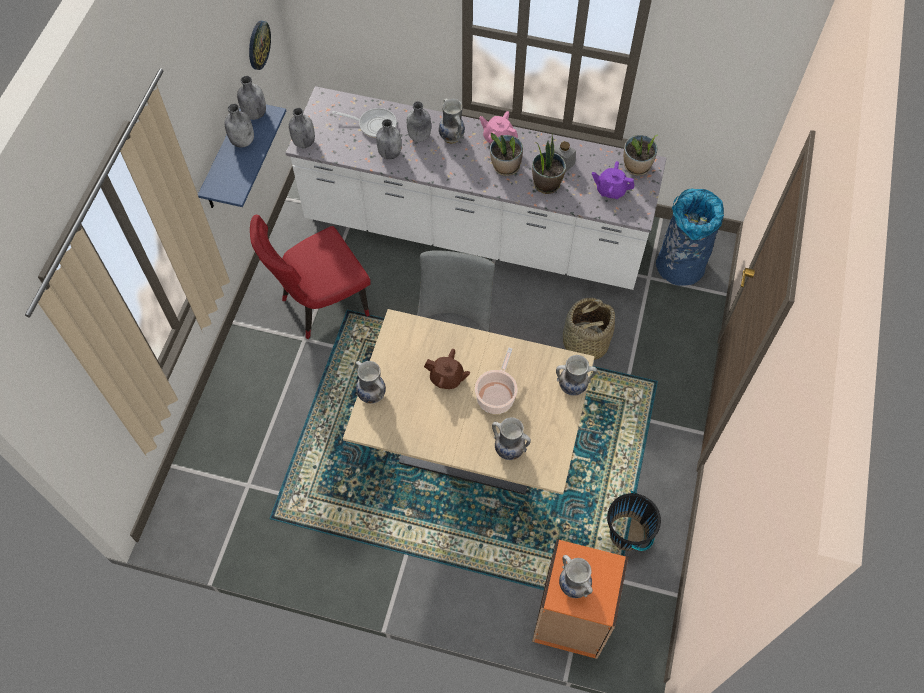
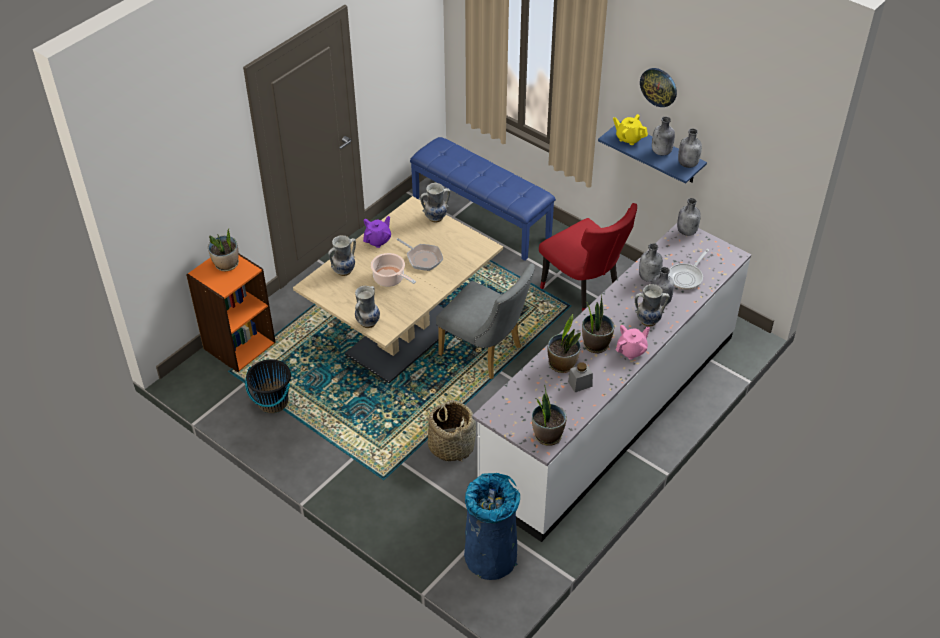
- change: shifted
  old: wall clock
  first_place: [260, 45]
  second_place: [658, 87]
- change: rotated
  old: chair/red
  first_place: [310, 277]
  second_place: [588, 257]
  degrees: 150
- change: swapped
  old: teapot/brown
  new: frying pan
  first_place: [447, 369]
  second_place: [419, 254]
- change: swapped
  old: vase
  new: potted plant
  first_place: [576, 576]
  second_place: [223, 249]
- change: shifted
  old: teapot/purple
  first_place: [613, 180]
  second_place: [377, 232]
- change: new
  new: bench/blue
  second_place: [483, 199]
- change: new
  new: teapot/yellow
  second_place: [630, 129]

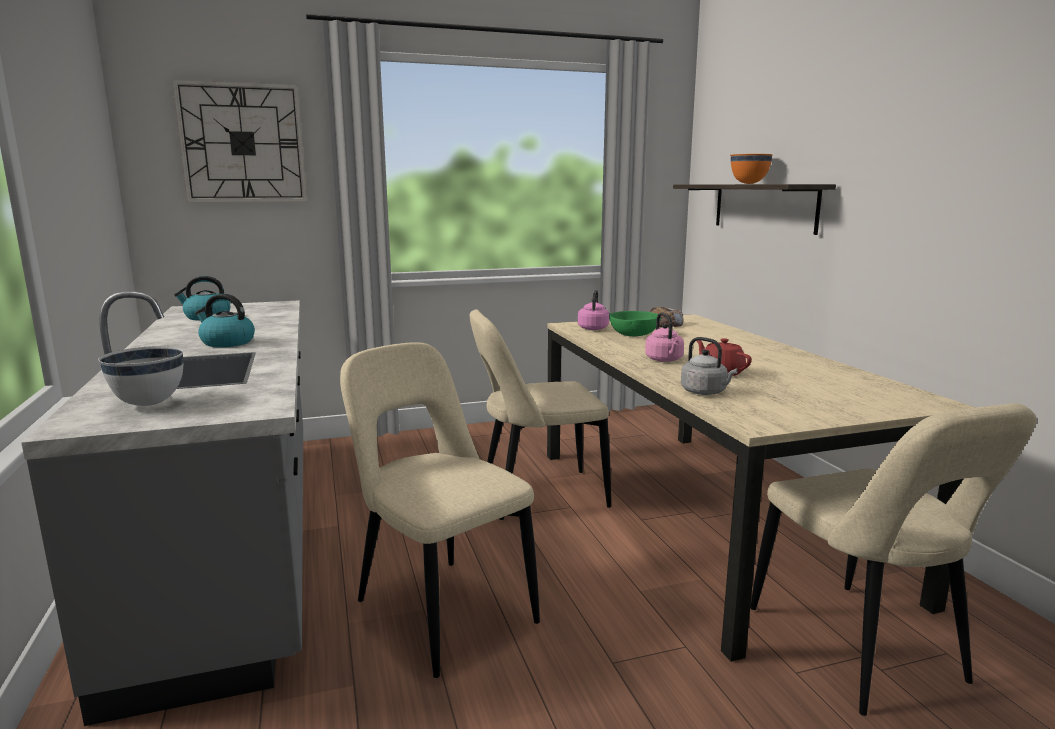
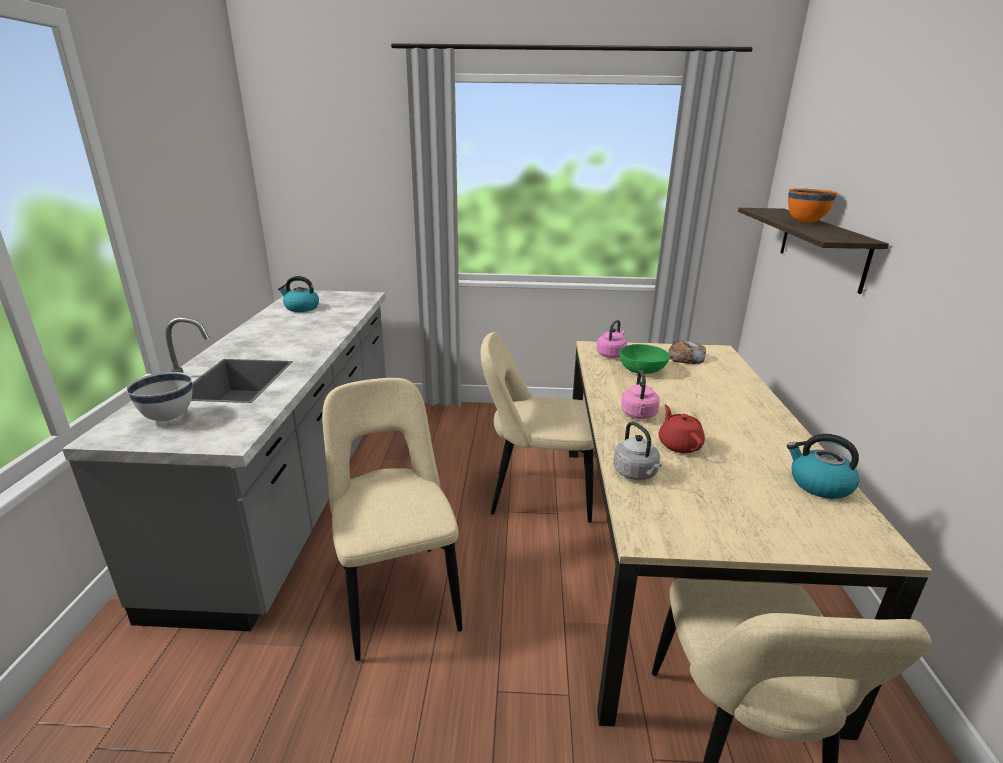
- change: gone
  old: wall clock
  first_place: [239, 141]
- change: shifted
  old: kettle
  first_place: [225, 320]
  second_place: [823, 466]

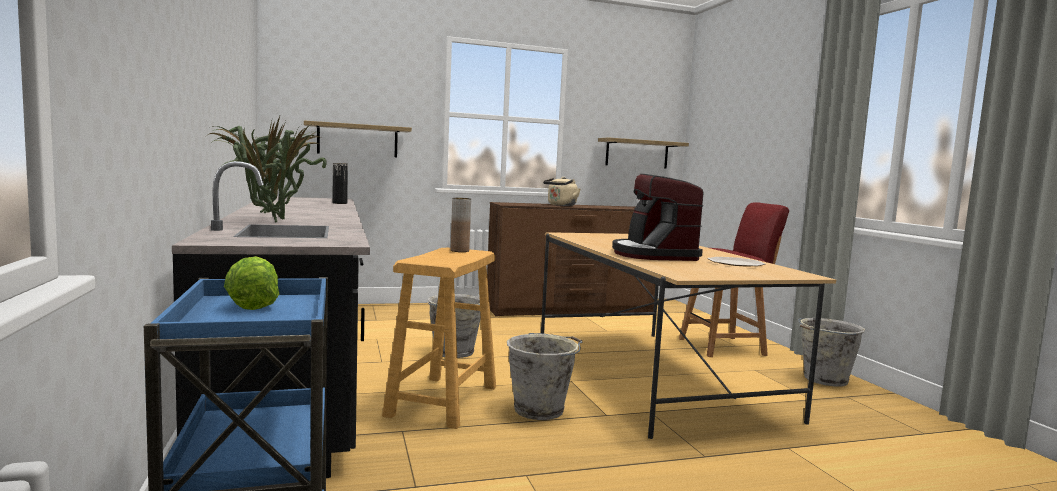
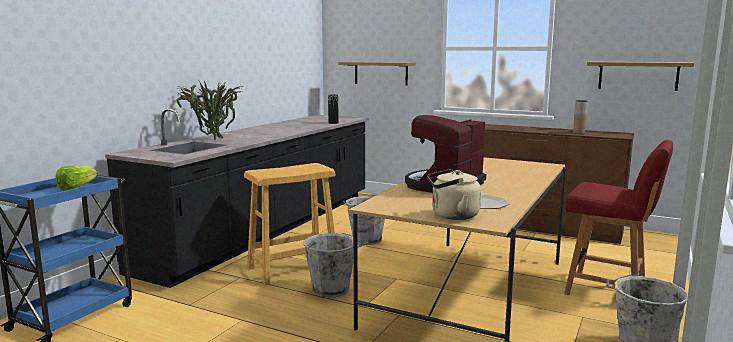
- change: shifted
  old: vase/brown
  first_place: [461, 225]
  second_place: [580, 117]
- change: shifted
  old: kettle/beige
  first_place: [562, 191]
  second_place: [454, 194]

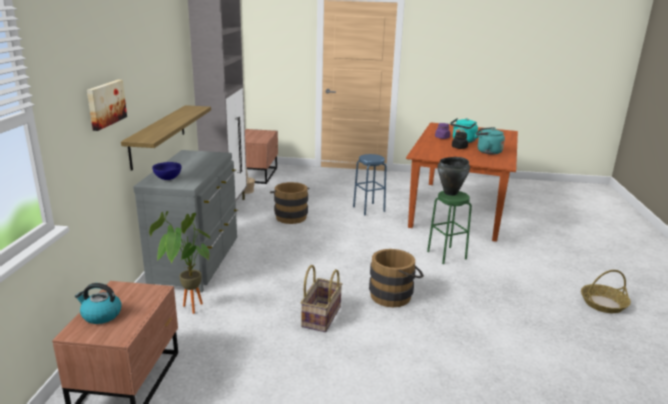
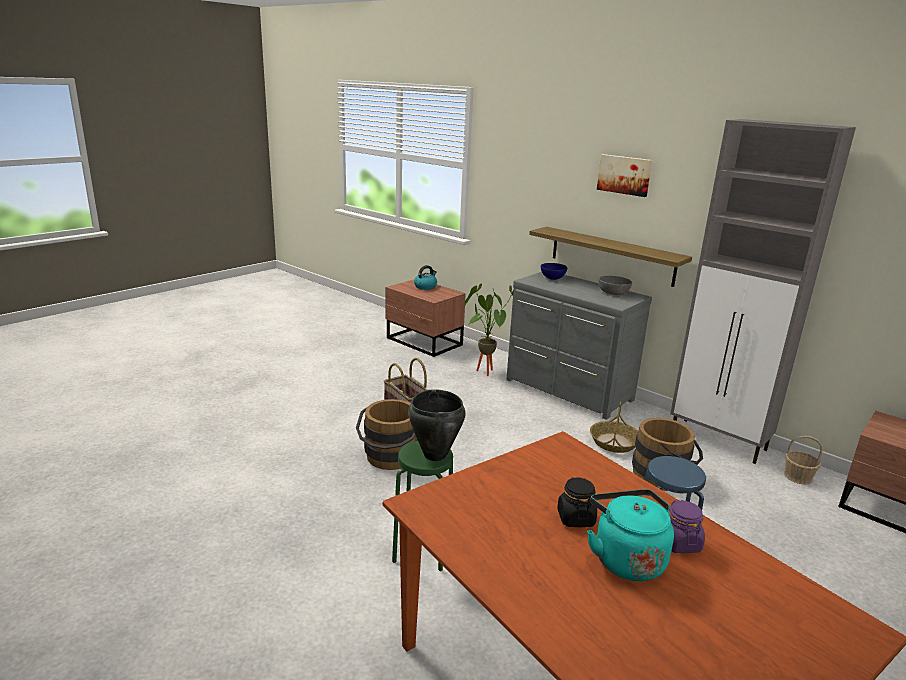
- change: shifted
  old: picture
  first_place: [107, 105]
  second_place: [624, 175]
- change: gone
  old: kettle/turquoise
  first_place: [490, 140]
- change: shifted
  old: basket
  first_place: [606, 291]
  second_place: [614, 427]
- change: new
  new: bowl/grey
  second_place: [615, 285]

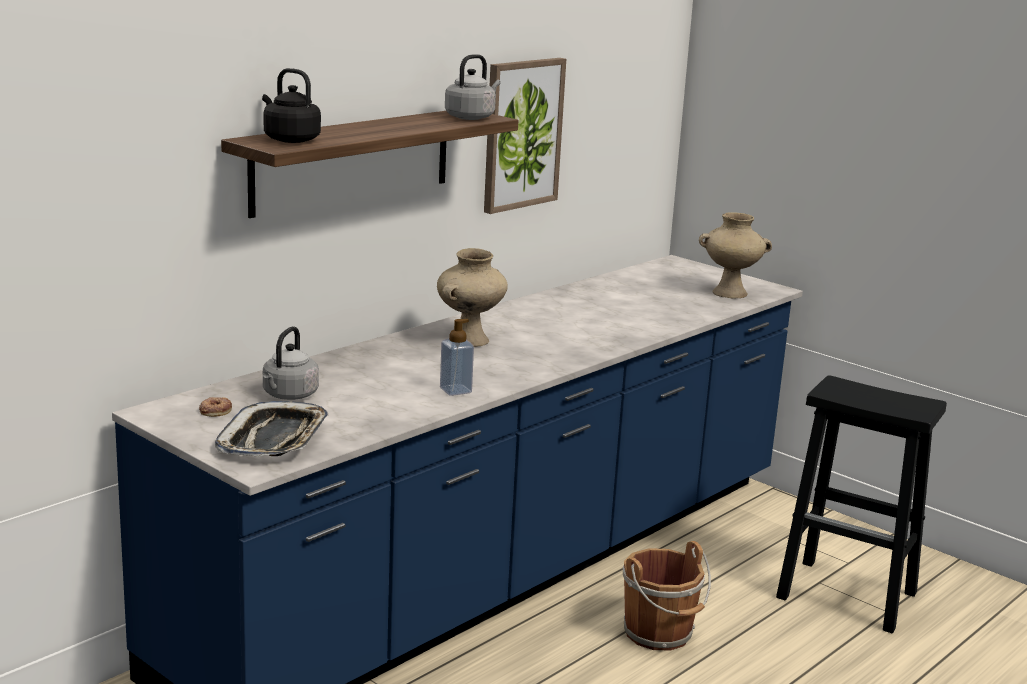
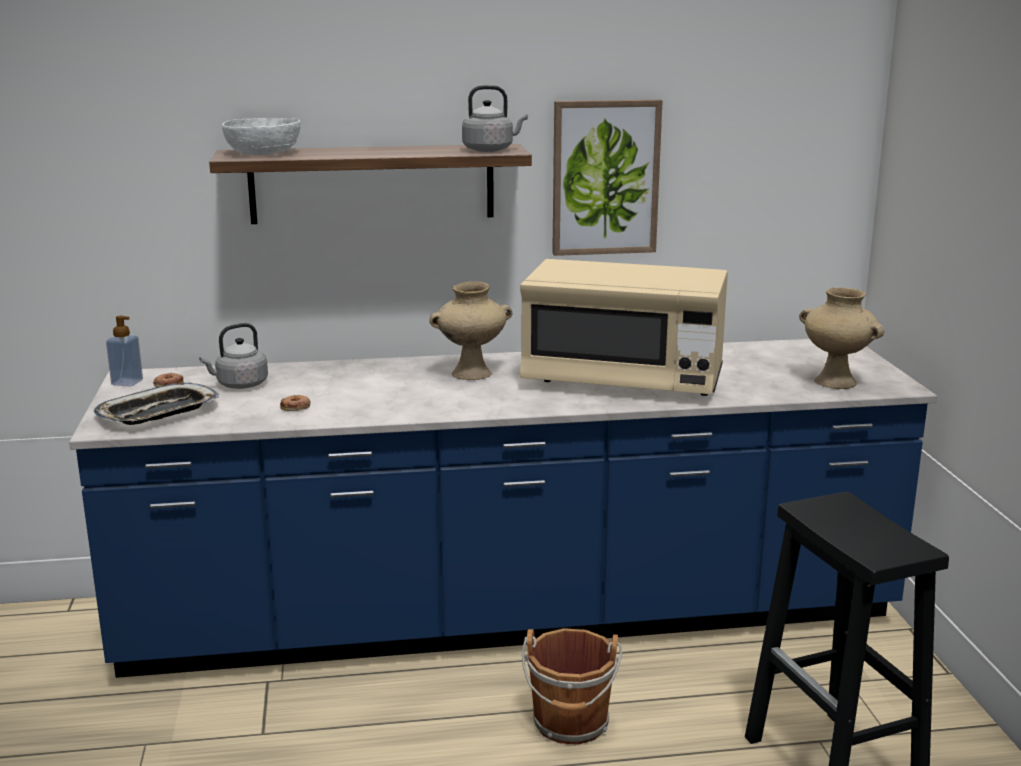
- change: swapped
  old: kettle/black
  new: bowl/white
  first_place: [291, 105]
  second_place: [261, 136]
- change: shifted
  old: soap dispenser
  first_place: [457, 357]
  second_place: [124, 351]
- change: new
  new: donut
  second_place: [295, 403]
- change: new
  new: microwave/beige
  second_place: [624, 327]

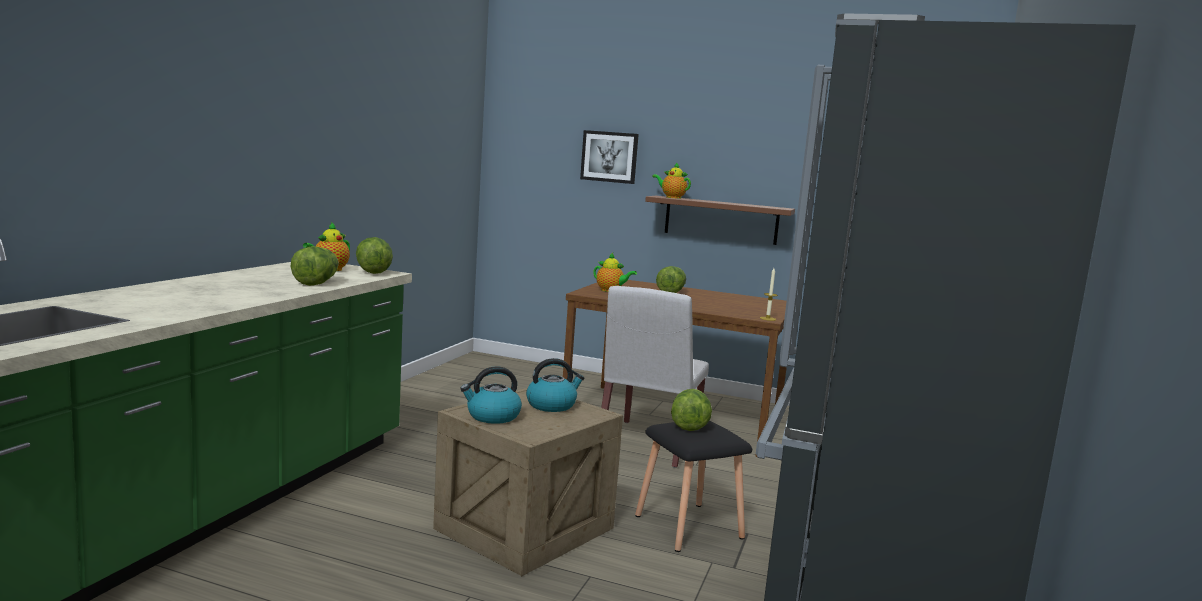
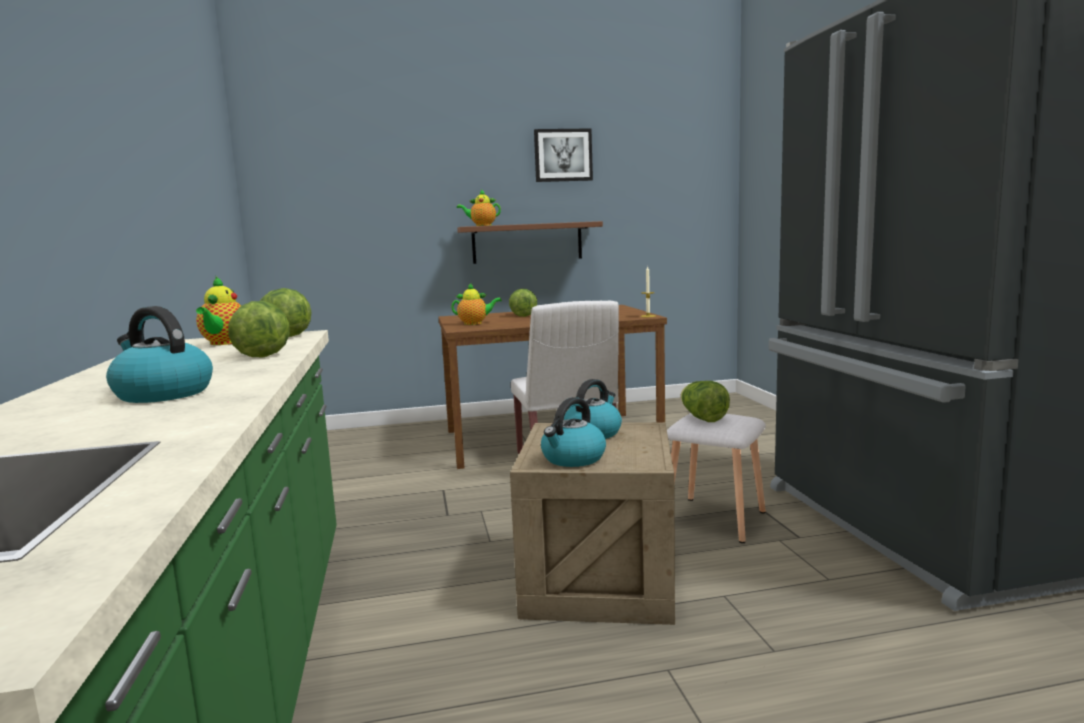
- change: shifted
  old: picture
  first_place: [609, 157]
  second_place: [563, 155]
- change: repainted
  old: stool/black
  new: stool/white
  first_place: [693, 486]
  second_place: [716, 478]
- change: new
  new: kettle
  second_place: [159, 354]

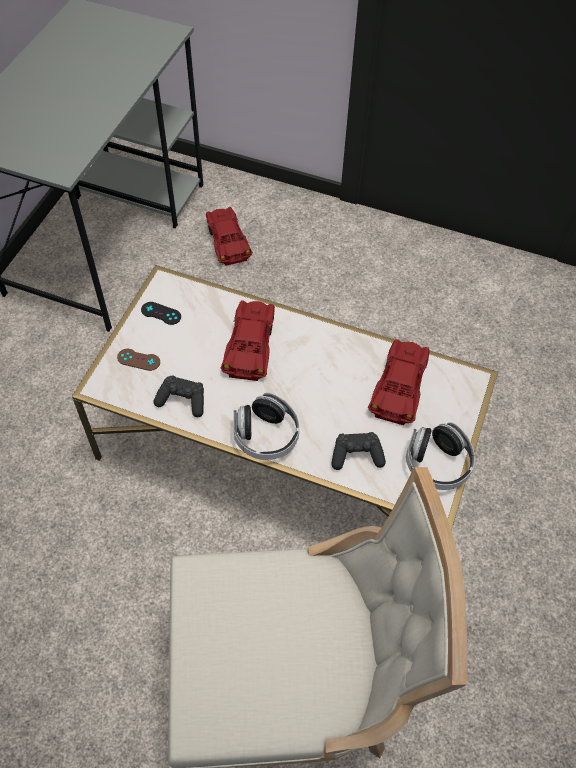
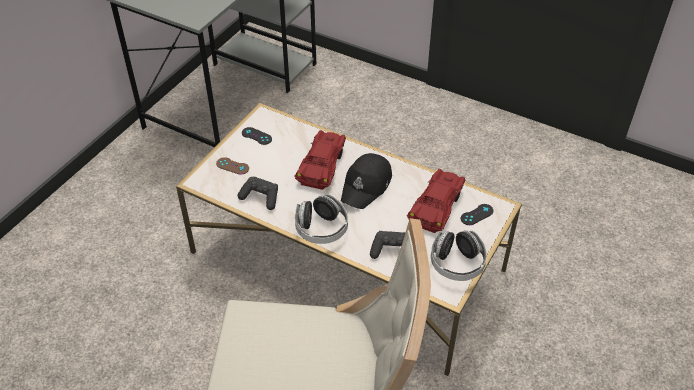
- change: gone
  old: toy car/red
  first_place: [229, 236]
- change: new
  new: cap/black
  second_place: [366, 181]
- change: new
  new: game controller/black
  second_place: [477, 214]

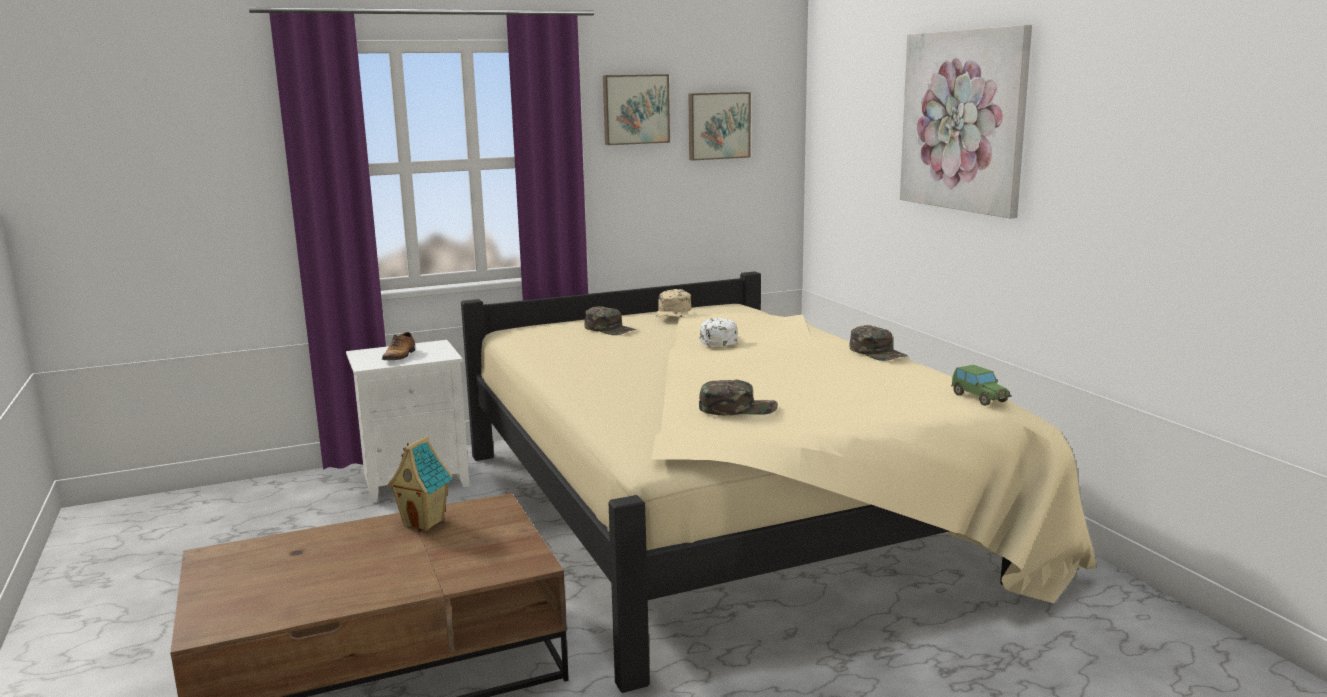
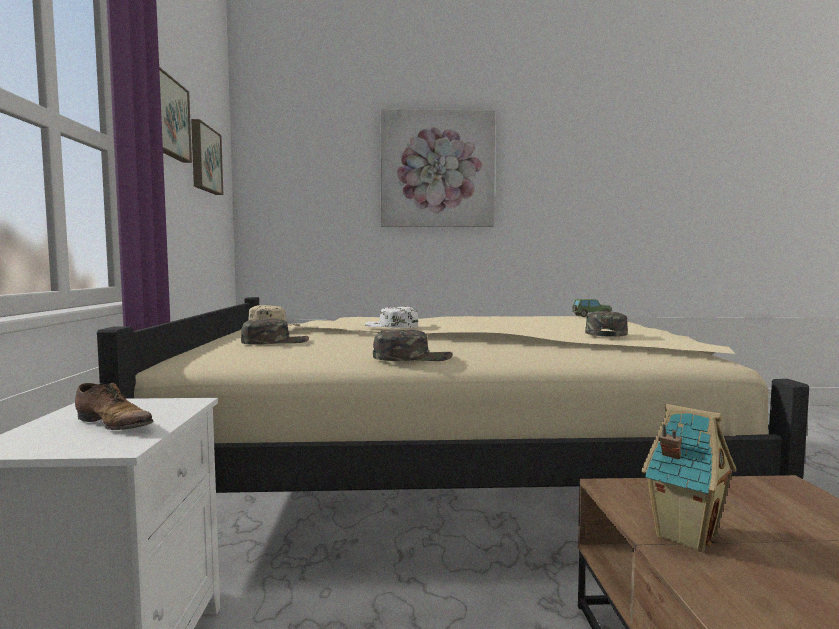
- change: shifted
  old: cap/green
  first_place: [878, 343]
  second_place: [413, 345]

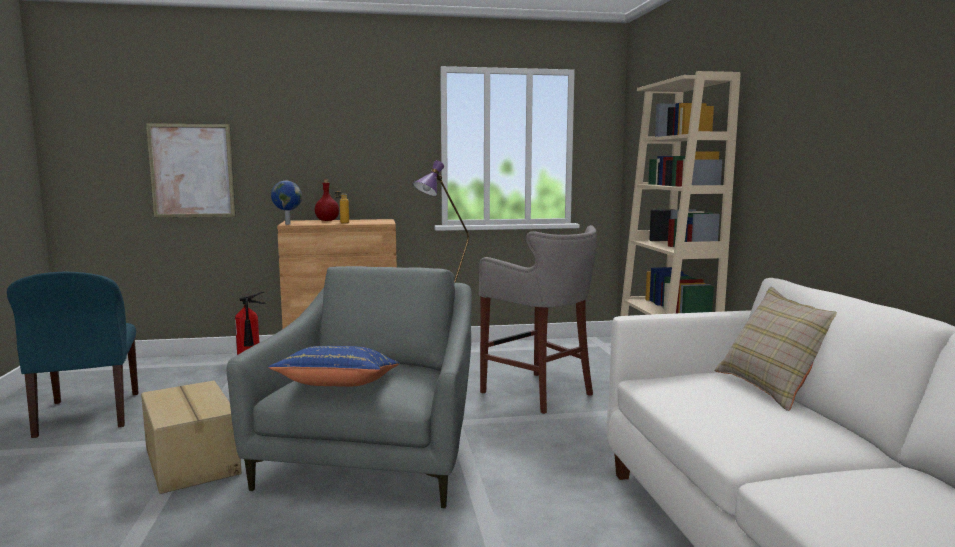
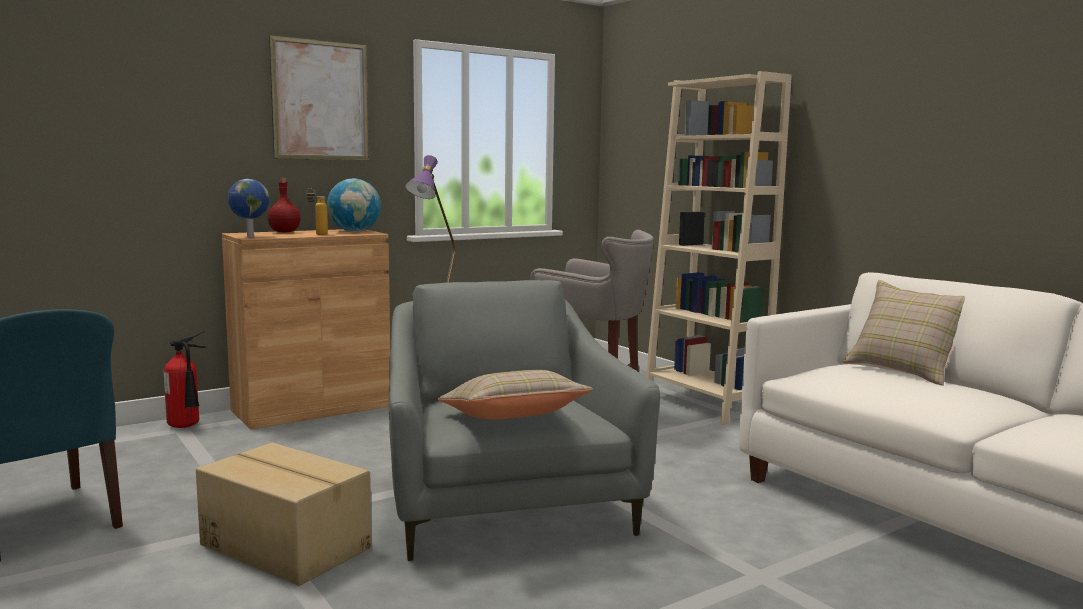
- change: shifted
  old: picture
  first_place: [191, 170]
  second_place: [319, 97]
- change: repainted
  old: pillow/blue
  new: pillow/beige
  first_place: [333, 366]
  second_place: [515, 394]
- change: new
  new: globe
  second_place: [354, 205]

